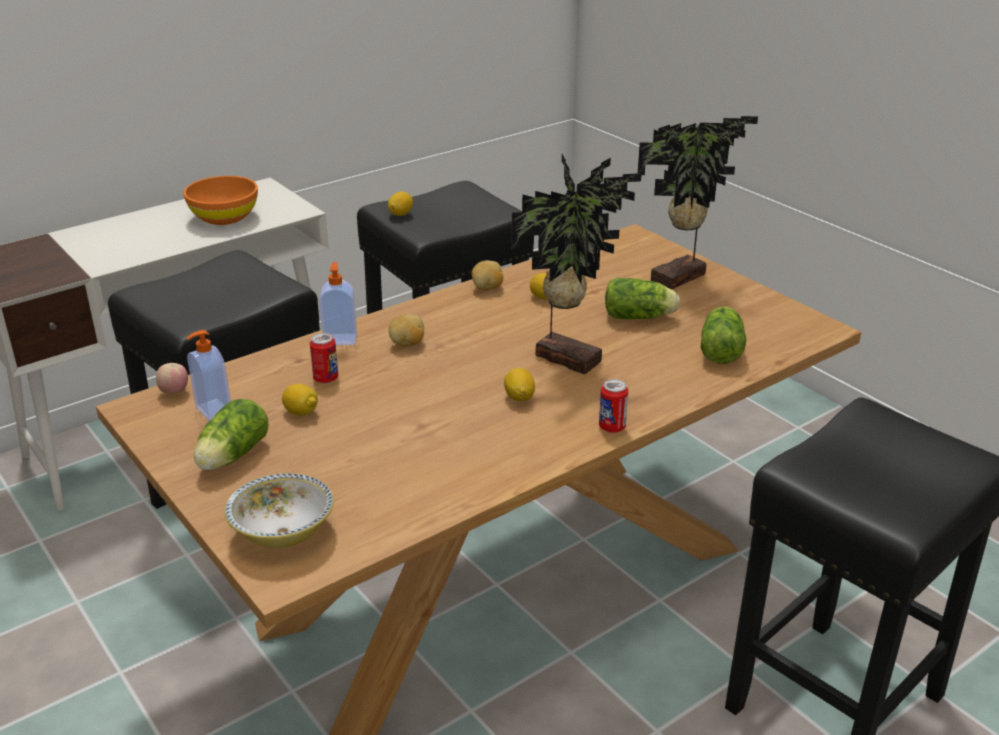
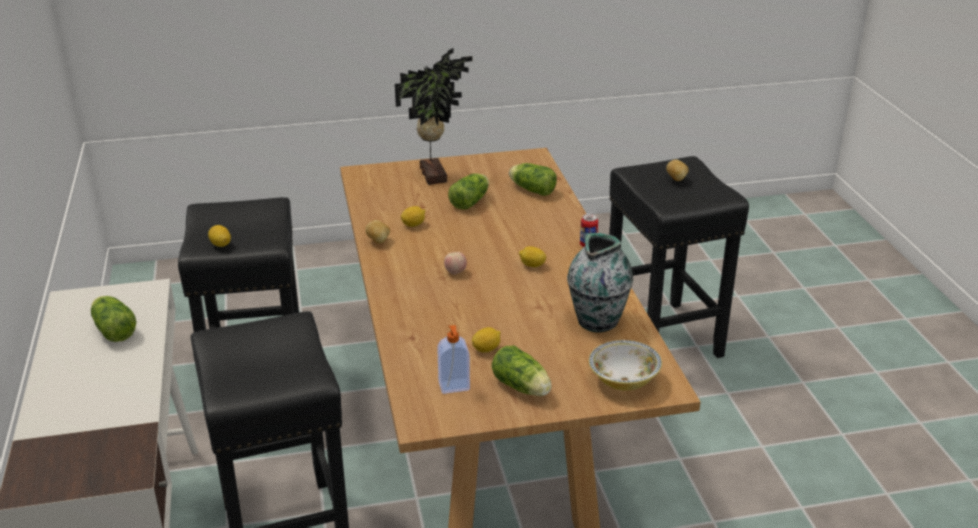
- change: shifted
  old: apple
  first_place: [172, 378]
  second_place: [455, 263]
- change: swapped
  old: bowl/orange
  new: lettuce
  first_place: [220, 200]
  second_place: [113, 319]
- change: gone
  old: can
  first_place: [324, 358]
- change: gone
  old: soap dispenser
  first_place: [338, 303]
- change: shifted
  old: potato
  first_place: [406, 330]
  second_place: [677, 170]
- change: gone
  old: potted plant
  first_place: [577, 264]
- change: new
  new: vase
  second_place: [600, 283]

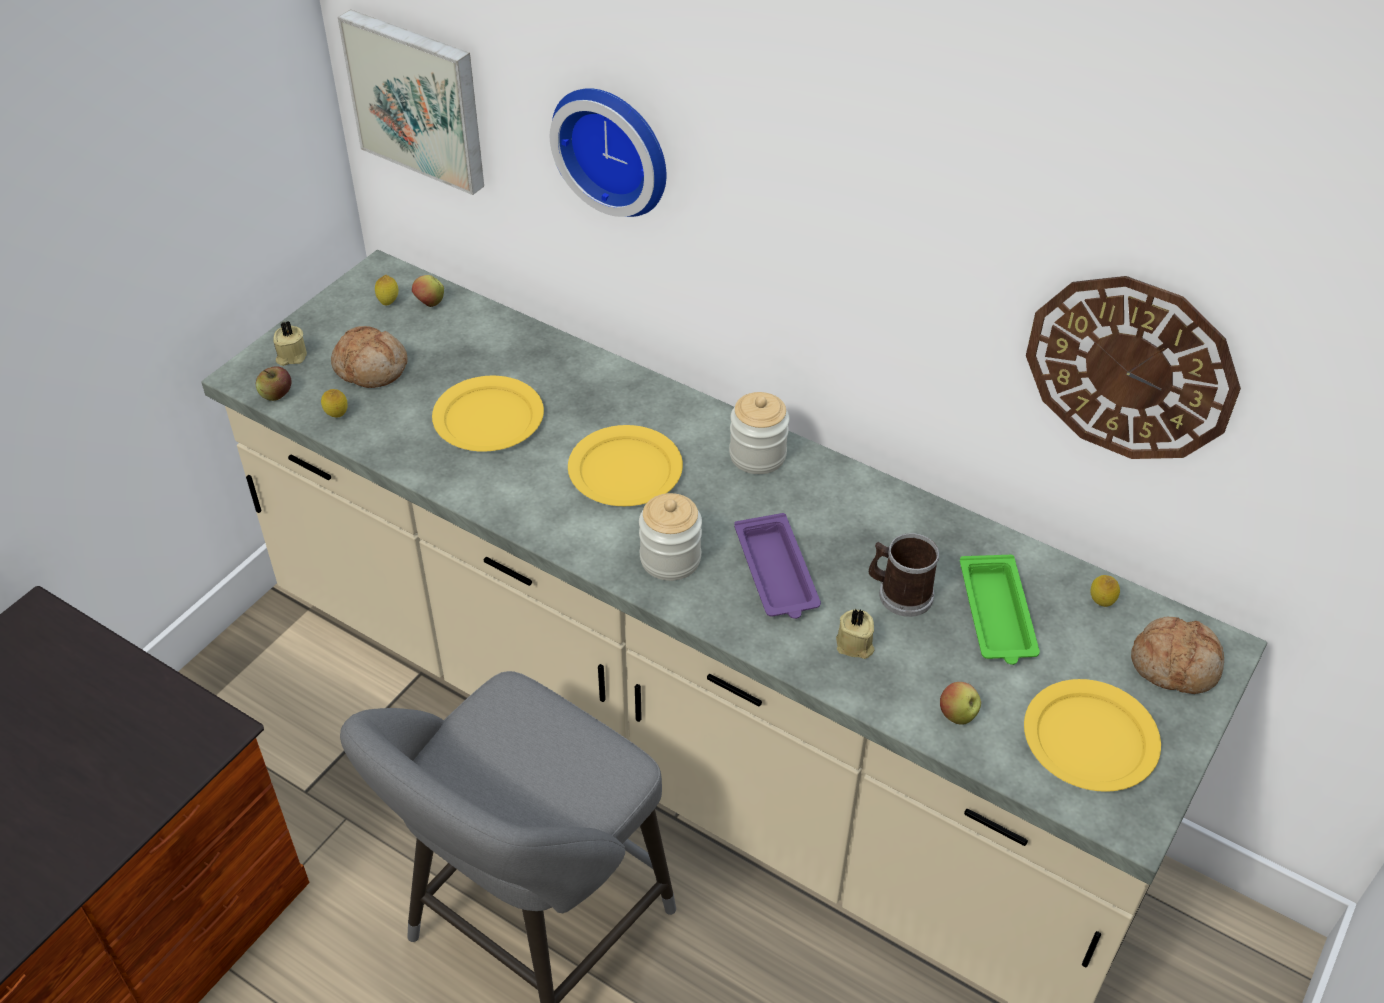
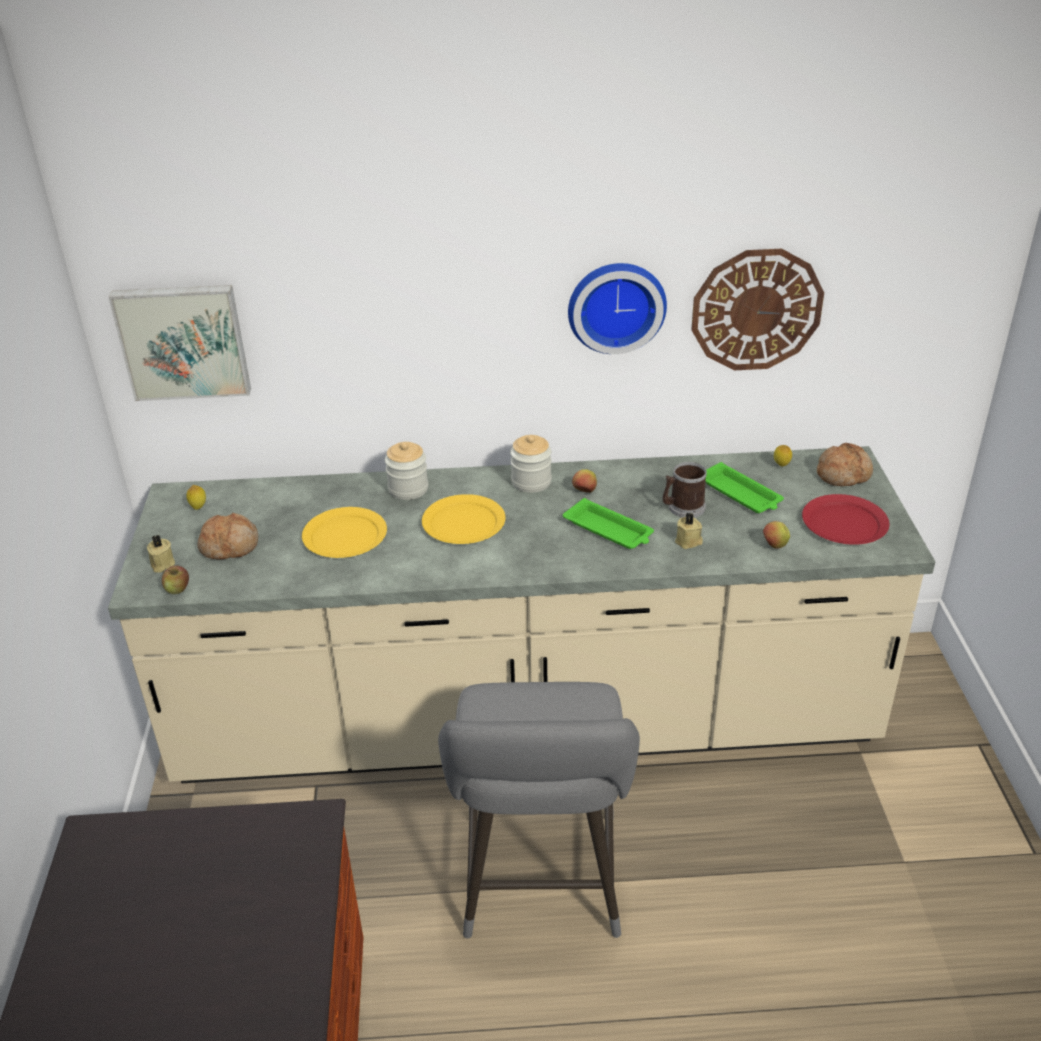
- change: gone
  old: lemon
  first_place: [334, 403]
- change: shifted
  old: apple
  first_place: [428, 291]
  second_place: [584, 481]
- change: shifted
  old: wall clock
  first_place: [608, 152]
  second_place: [617, 308]
- change: shifted
  old: jar
  first_place: [670, 537]
  second_place: [406, 471]
- change: repainted
  old: tray/purple
  new: tray/green
  first_place: [777, 566]
  second_place: [608, 523]
- change: repainted
  old: plate/yellow
  new: plate/red
  first_place: [1092, 735]
  second_place: [845, 519]

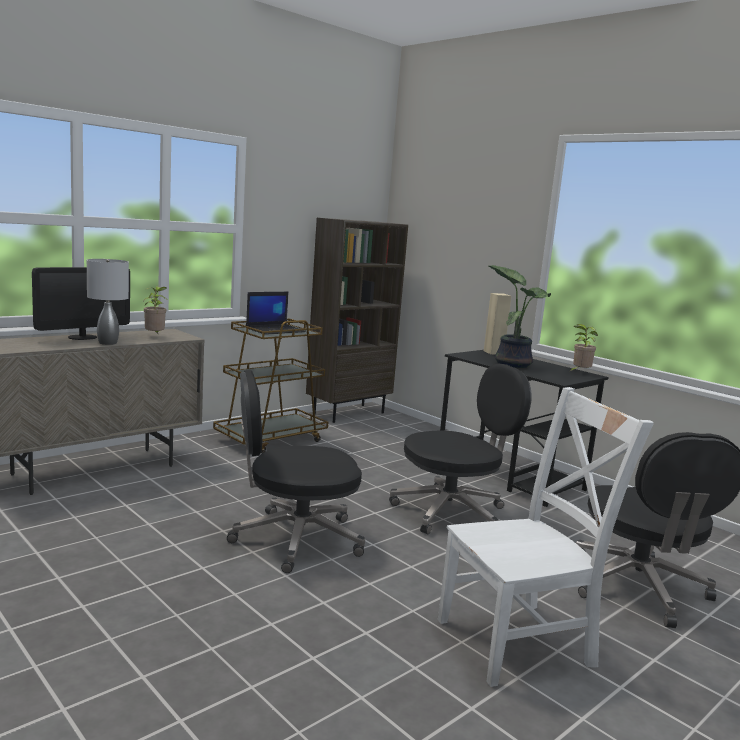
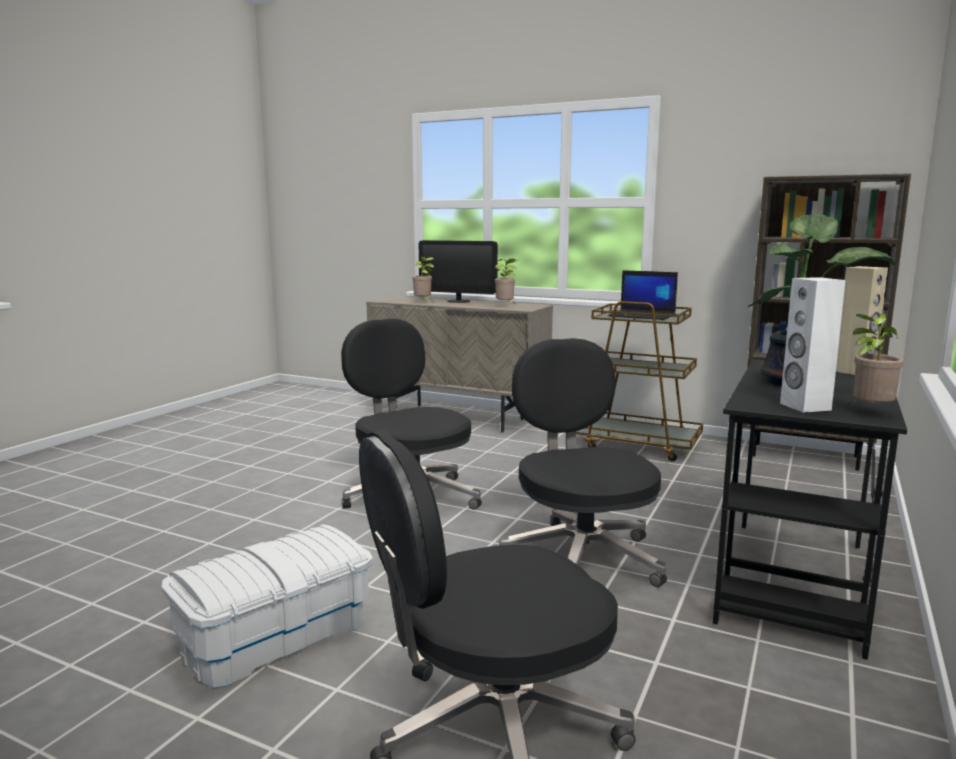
- change: gone
  old: table lamp/grey
  first_place: [108, 302]
- change: rotated
  old: office chair/black
  first_place: [460, 449]
  second_place: [583, 462]
  degrees: -150
- change: swapped
  old: chair/white
  new: storage box/white
  first_place: [546, 537]
  second_place: [267, 606]
- change: new
  new: potted plant
  second_place: [423, 279]
- change: new
  new: speaker/white
  second_place: [813, 345]

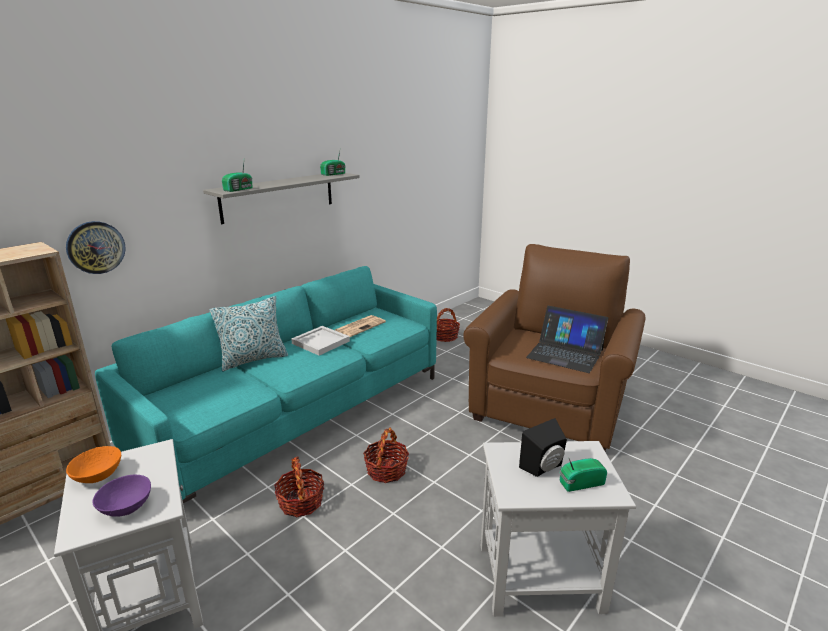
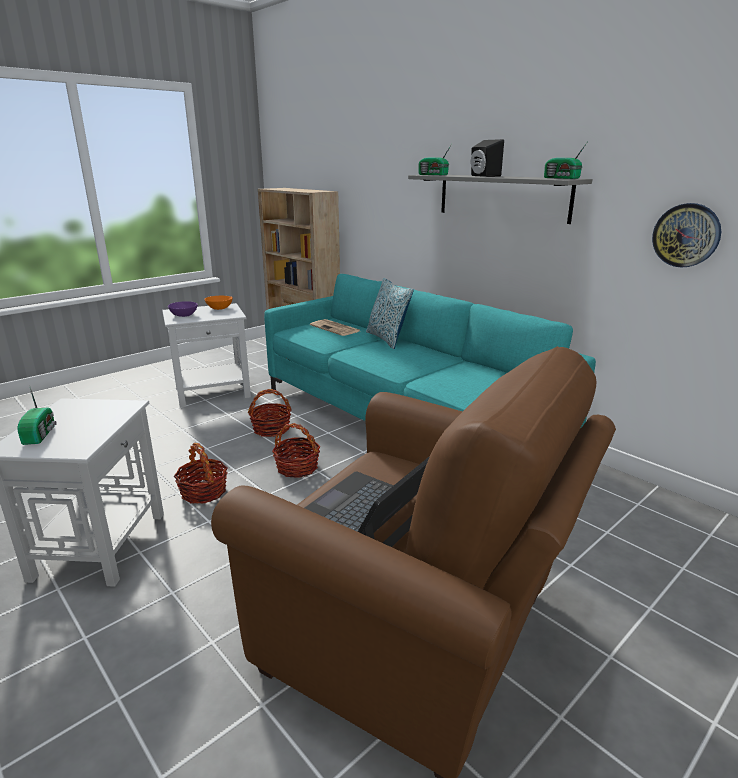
- change: shifted
  old: wall clock
  first_place: [96, 247]
  second_place: [686, 235]
- change: gone
  old: tray/white
  first_place: [320, 341]
- change: shifted
  old: newspaper
  first_place: [360, 326]
  second_place: [335, 327]
- change: shifted
  old: basket
  first_place: [448, 325]
  second_place: [201, 473]
- change: shifted
  old: speaker/black
  first_place: [543, 447]
  second_place: [487, 158]

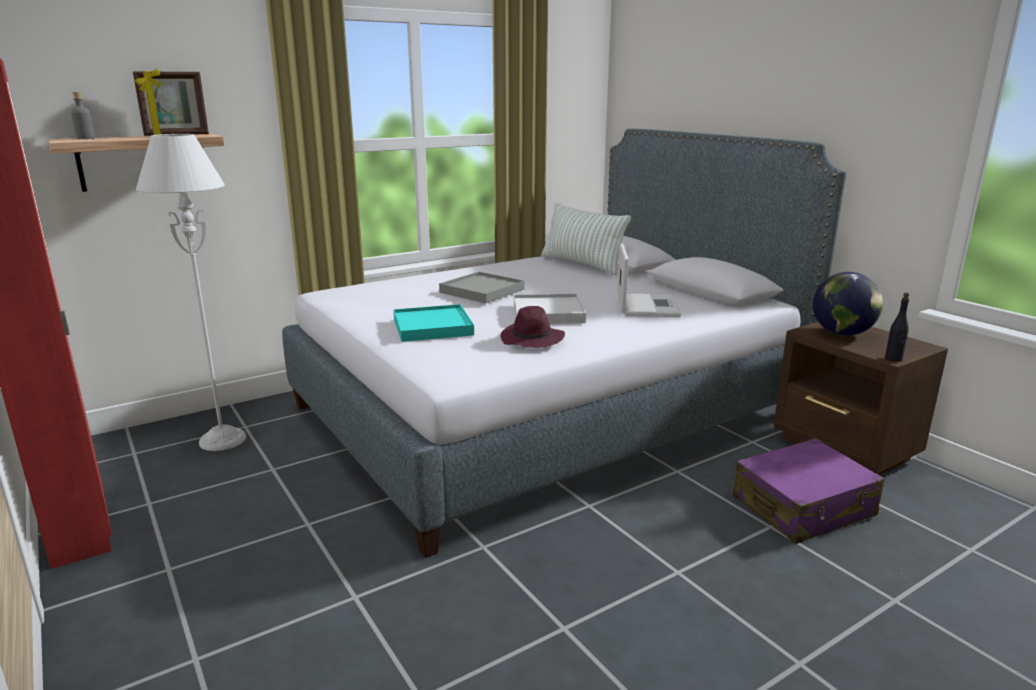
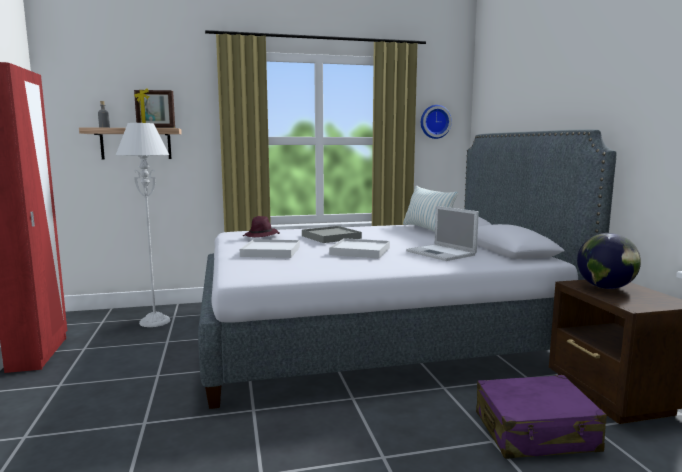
- change: repainted
  old: tray/turquoise
  new: tray/white
  first_place: [433, 323]
  second_place: [270, 248]
- change: shifted
  old: hat/purple
  first_place: [533, 327]
  second_place: [261, 226]
- change: rotated
  old: laptop
  first_place: [649, 280]
  second_place: [442, 233]
  degrees: 120
- change: gone
  old: bottle/black
  first_place: [897, 327]
- change: new
  new: wall clock
  second_place: [436, 122]

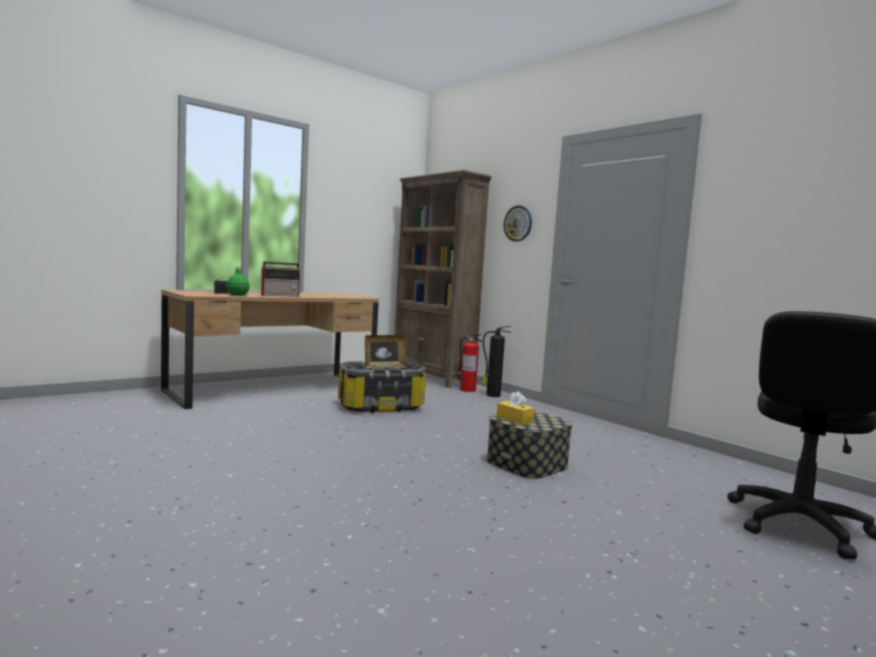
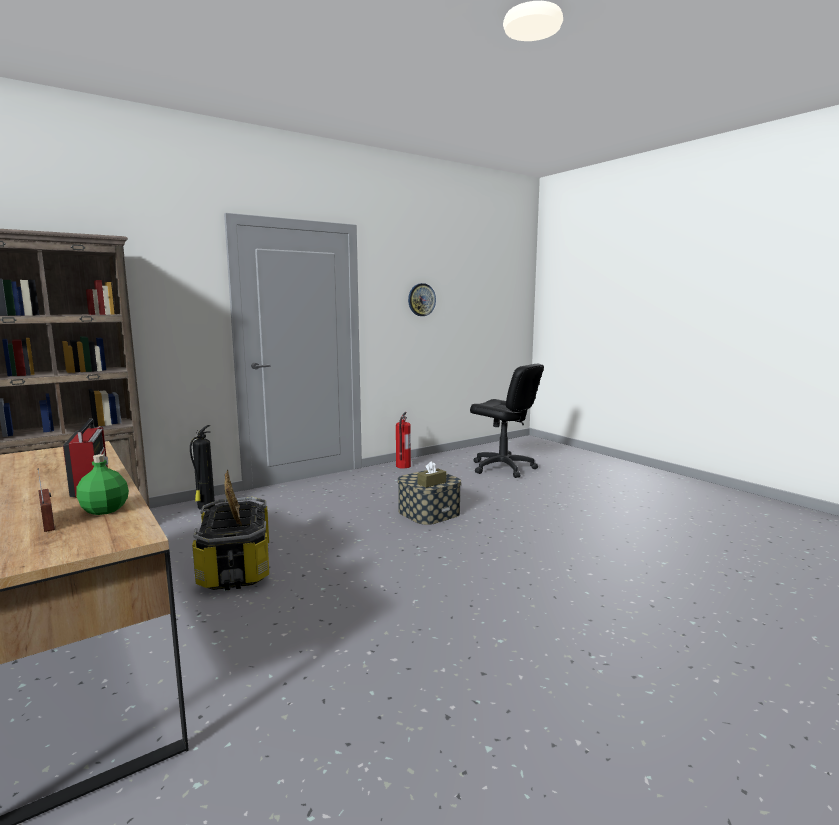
- change: shifted
  old: fire extinguisher
  first_place: [470, 363]
  second_place: [403, 440]
- change: repainted
  old: tissue box/yellow
  new: tissue box/brown
  first_place: [516, 408]
  second_place: [431, 474]
- change: shifted
  old: wall clock
  first_place: [518, 223]
  second_place: [422, 299]

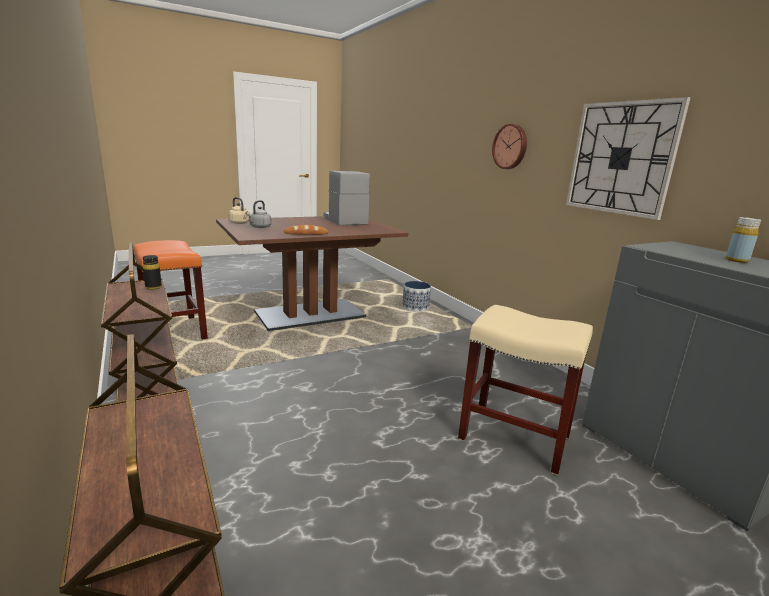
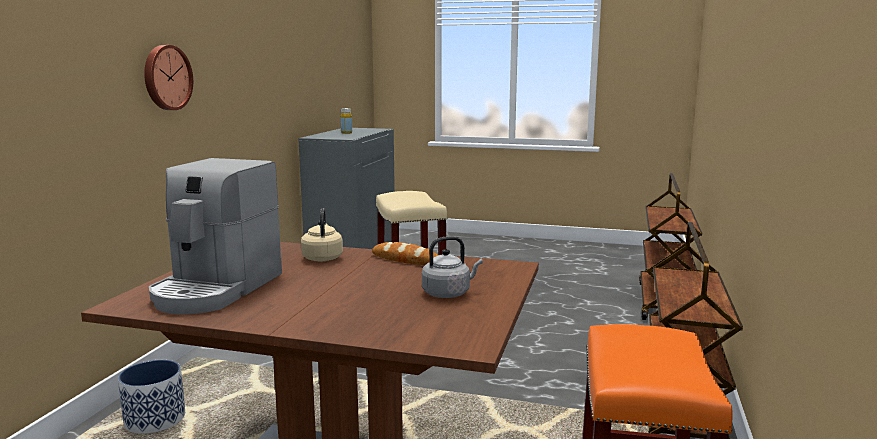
- change: gone
  old: bottle/black
  first_place: [152, 272]
- change: shifted
  old: kettle/beige
  first_place: [239, 210]
  second_place: [322, 234]
- change: gone
  old: wall clock
  first_place: [628, 158]

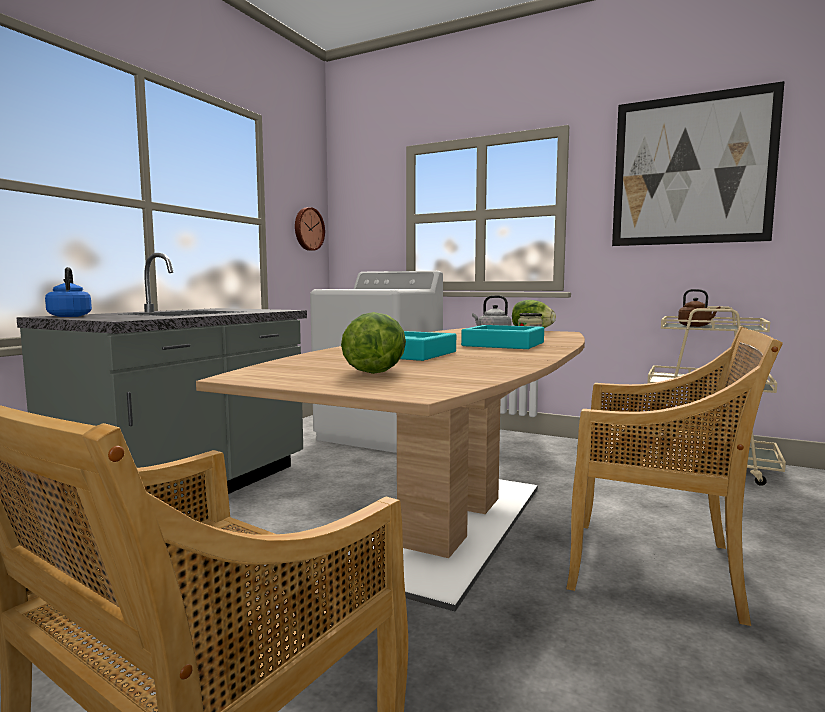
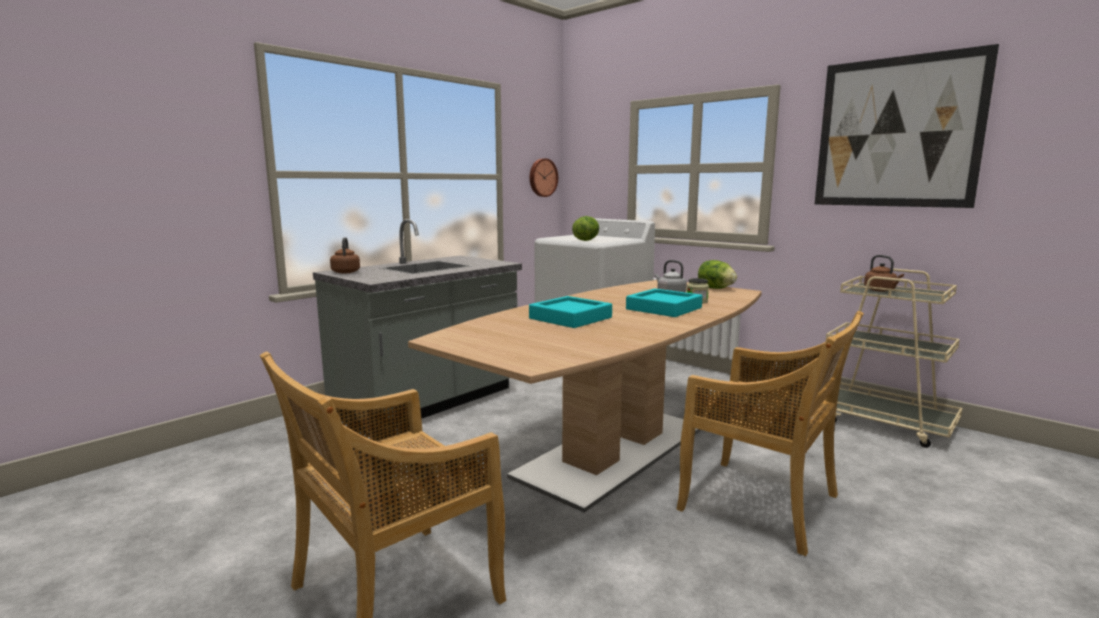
- change: repainted
  old: kettle/blue
  new: kettle/brown
  first_place: [68, 292]
  second_place: [345, 255]
- change: shifted
  old: lettuce
  first_place: [373, 343]
  second_place: [585, 228]

